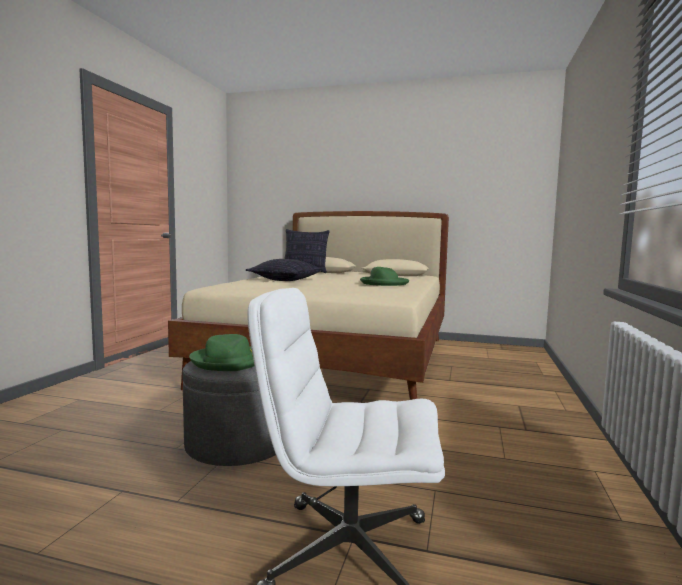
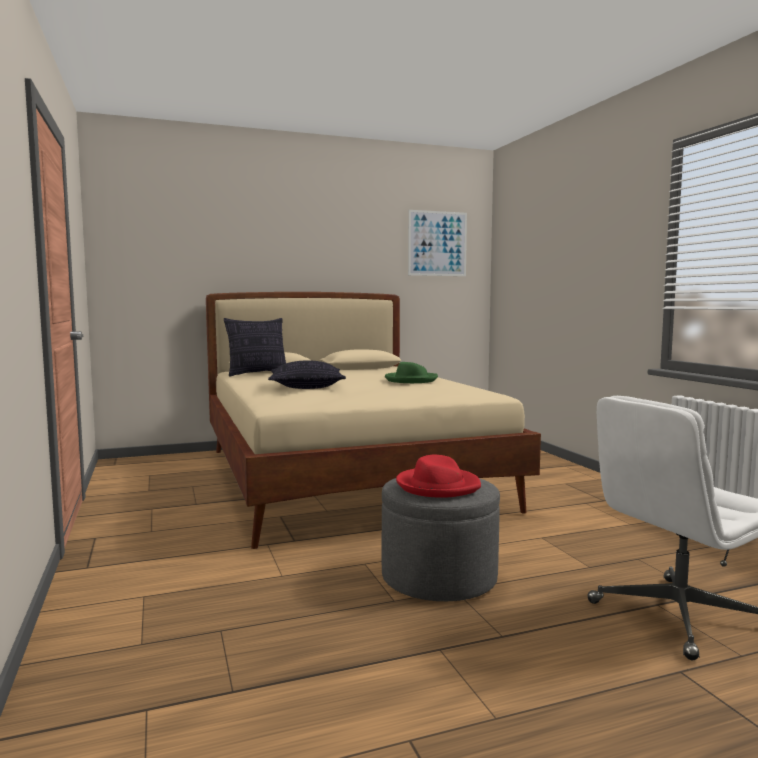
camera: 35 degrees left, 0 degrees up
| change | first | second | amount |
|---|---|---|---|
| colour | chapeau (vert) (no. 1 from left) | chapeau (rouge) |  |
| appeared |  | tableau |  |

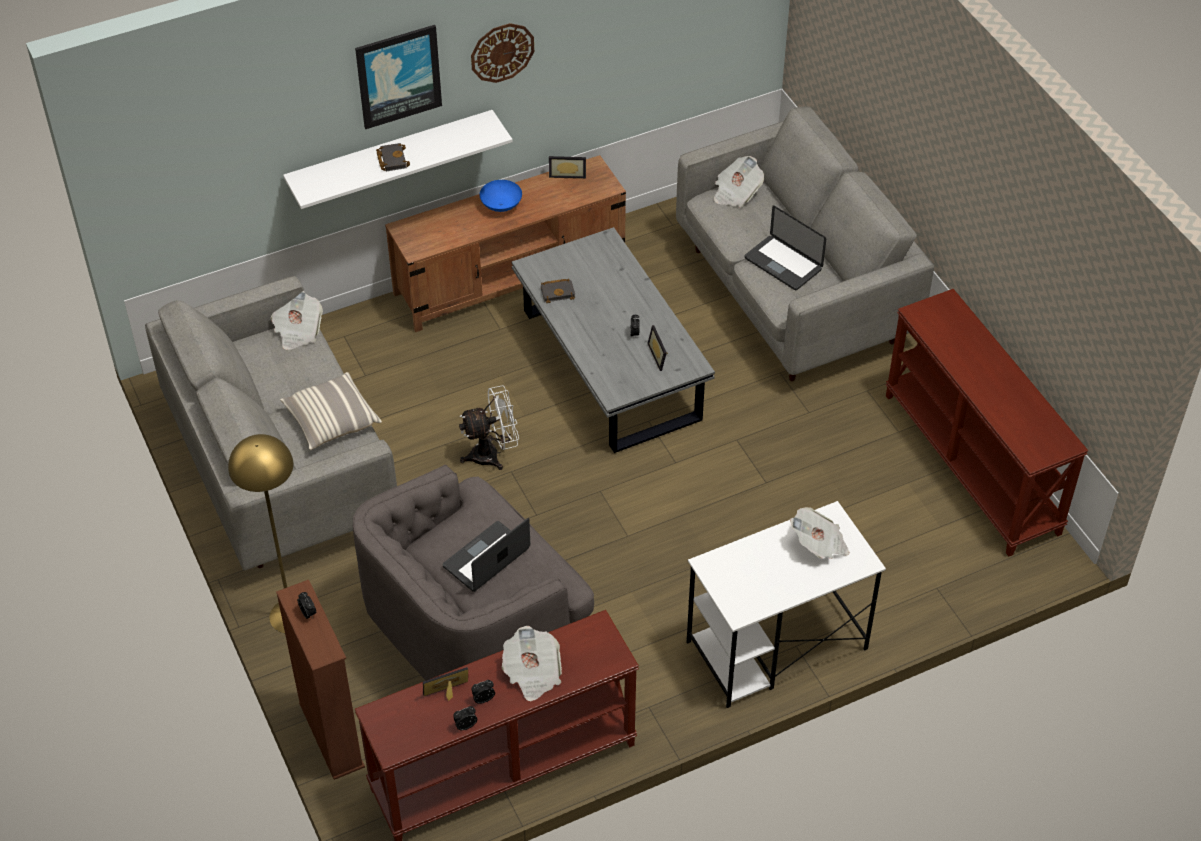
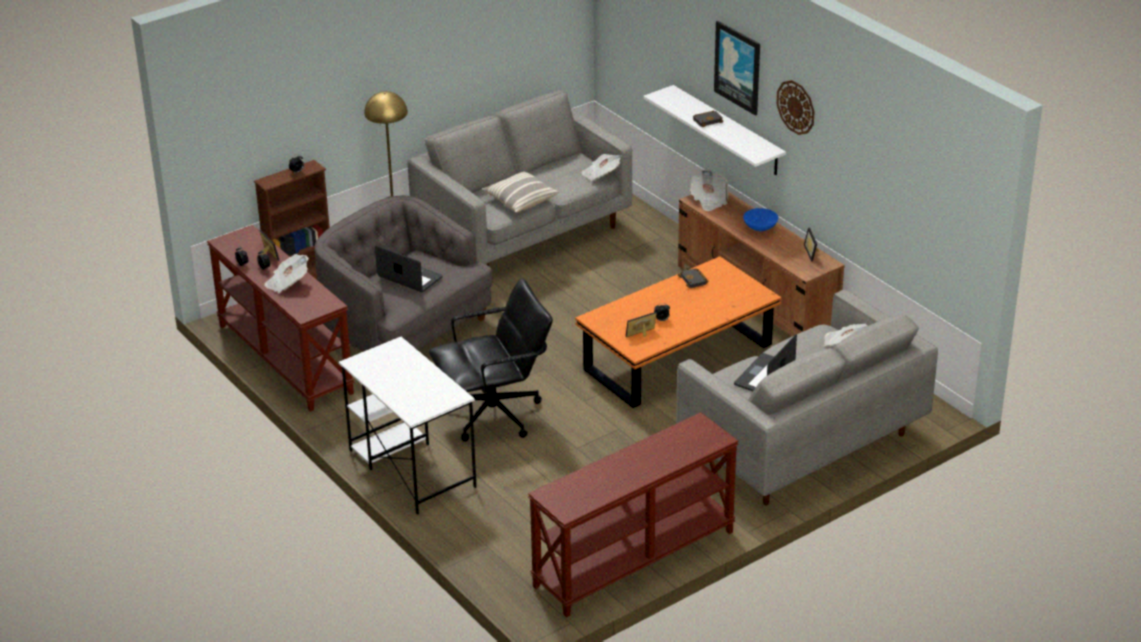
camera: 80 degrees right, 15 degrees down
| change | first | second | amount |
|---|---|---|---|
| colour | table basse (gris) | table basse (orange) |  |
| missing | ventilateur (blanc) |  |  |
| relocated | journal (no. 4 from left in the first image) | journal (no. 3 from left) |  |
| appeared |  | chaise de bureau (noir) |  |

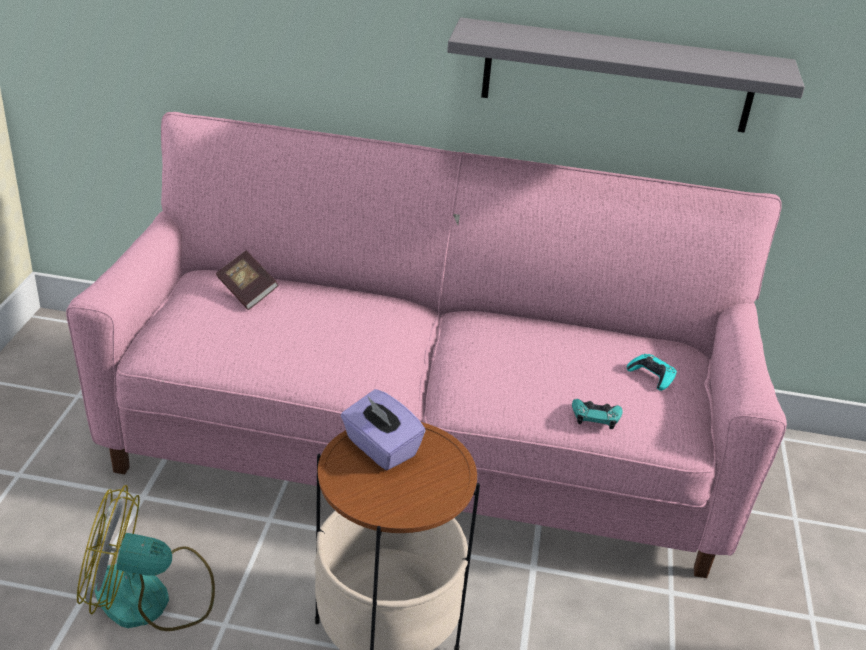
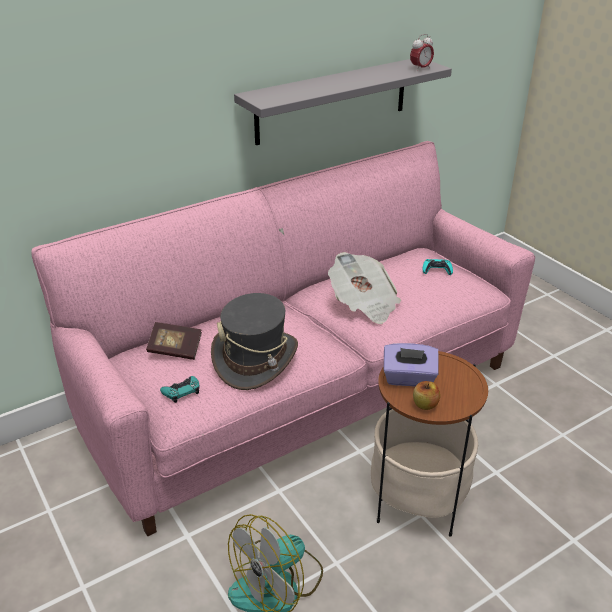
camera: 40 degrees left, 0 degrees up
| change | first | second | amount |
|---|---|---|---|
| relocated | manette (turquoise) (no. 1 from left) |  |  |
| appeared |  | réveil |  |
| appeared |  | journal |  |
| appeared |  | chapeau (gris) |  |
| appeared |  | pomme |  |

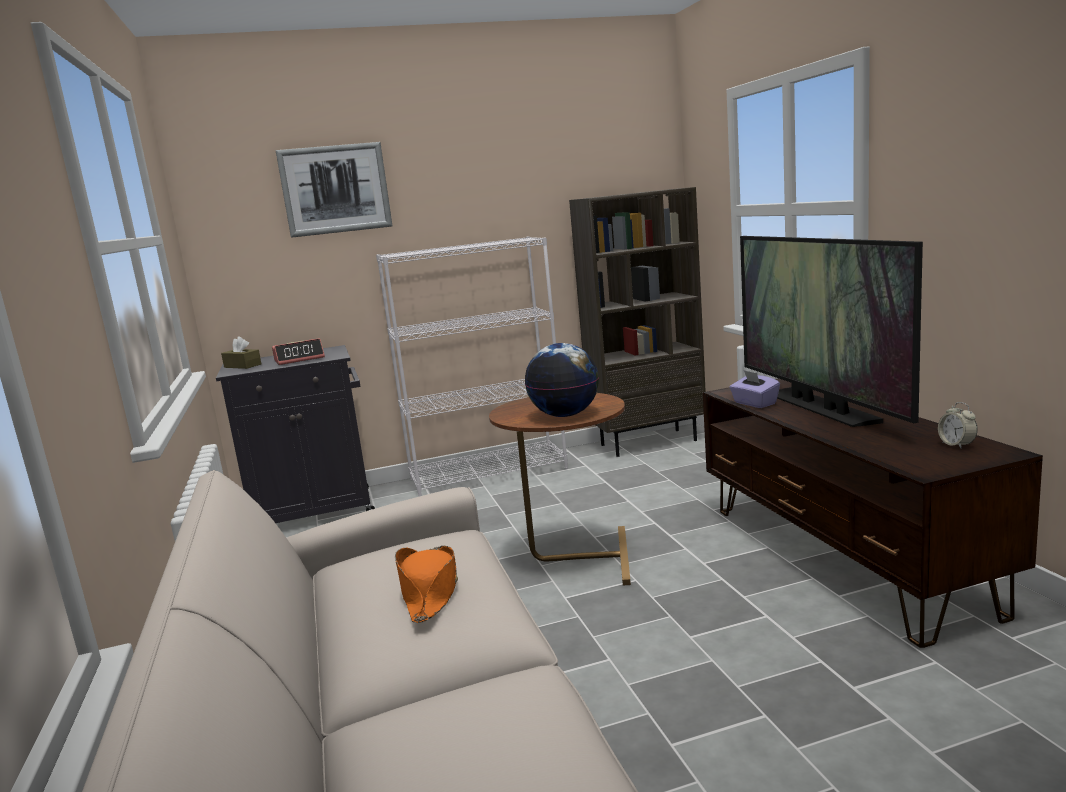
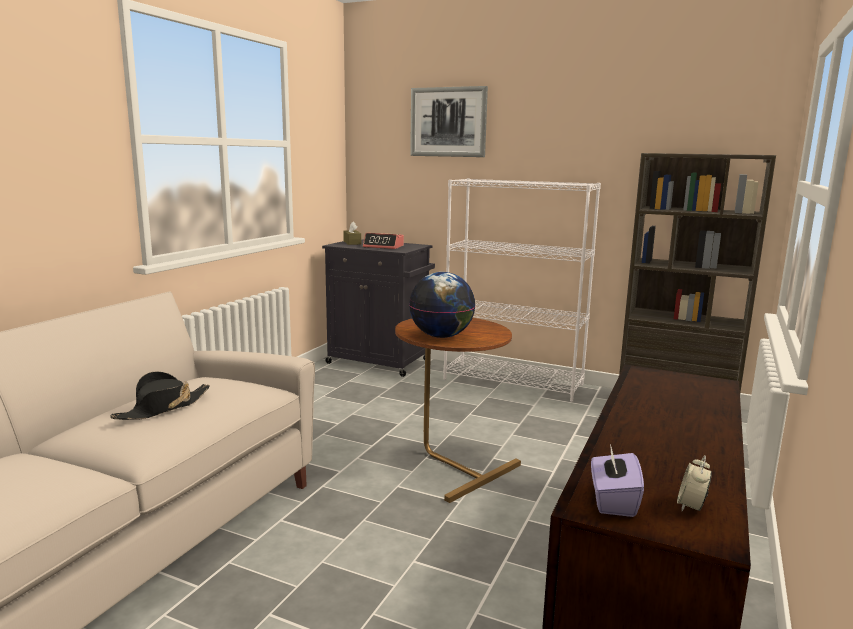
camera: 40 degrees right, 0 degrees up
| change | first | second | amount |
|---|---|---|---|
| missing | téléviseur |  |  |
| relocated | boîte à mouchoirs (violet) |  |  |
| colour | chapeau (orange) | chapeau (noir) |  |

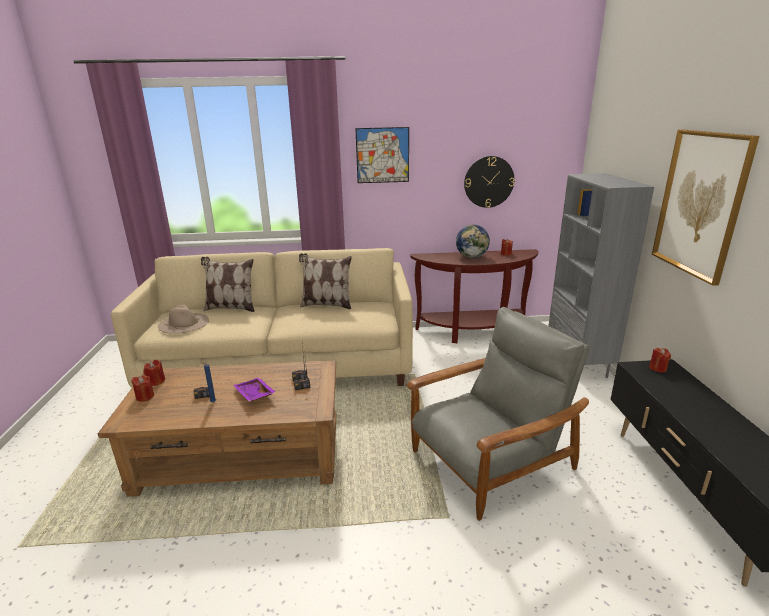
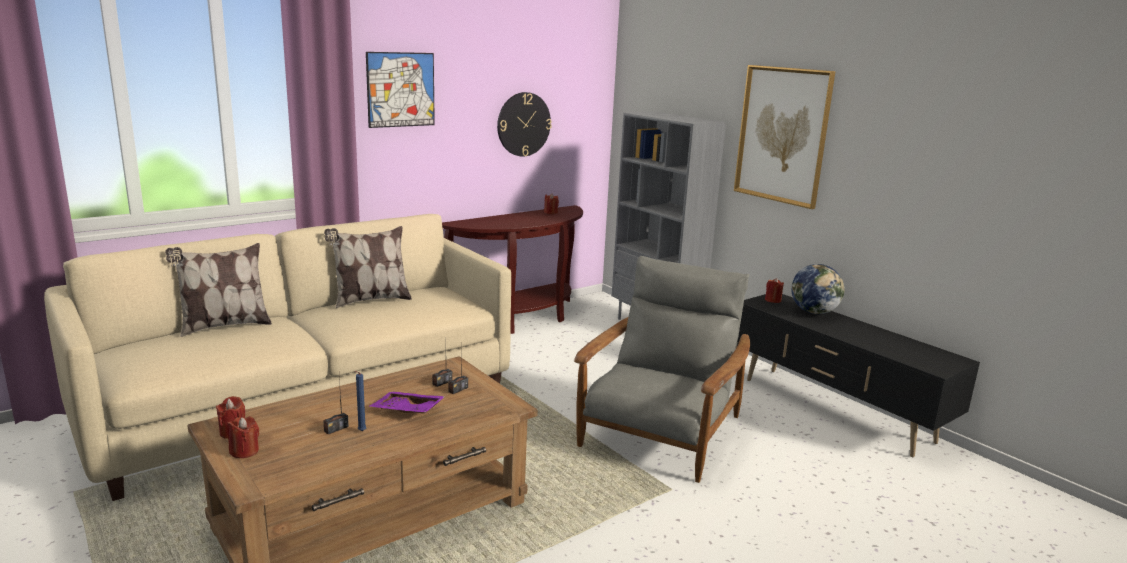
camera: 35 degrees left, 5 degrees down
| change | first | second | amount |
|---|---|---|---|
| relocated | globe |  |  |
| missing | chapeau (beige) |  |  |

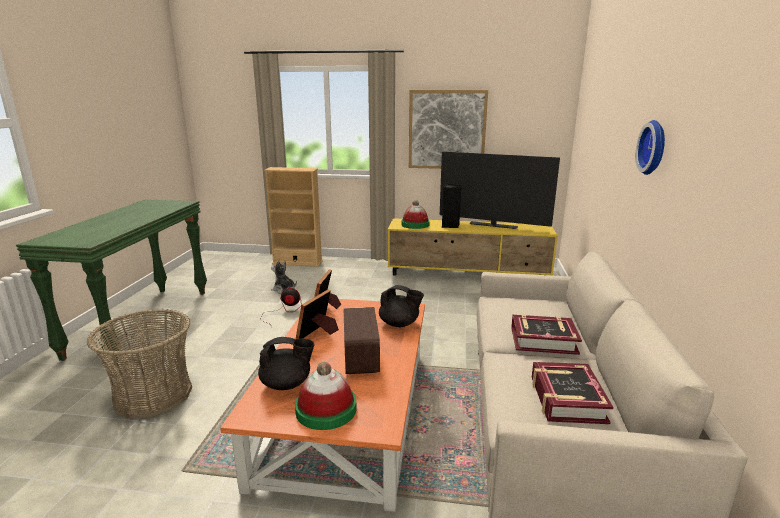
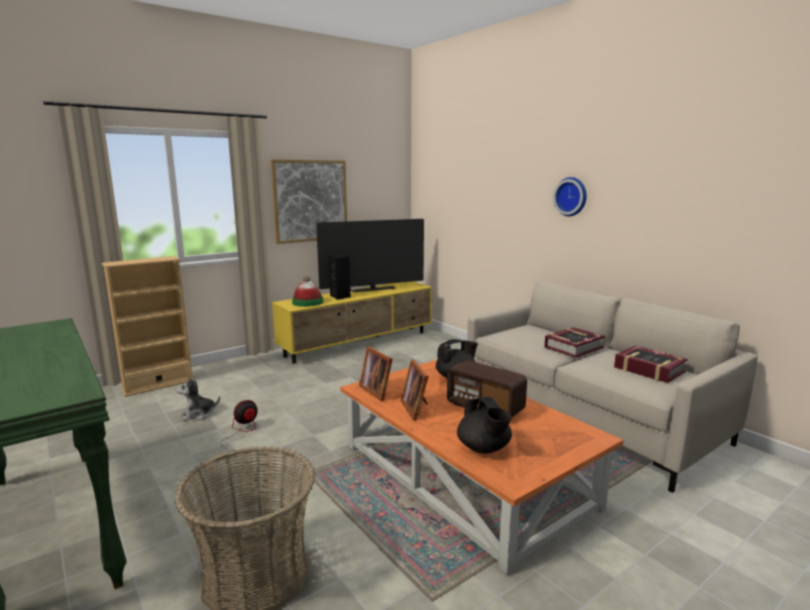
camera: 45 degrees left, 5 degrees down
| change | first | second | amount |
|---|---|---|---|
| spun | théière (noir) (no. 1 from left in the first image) | théière (noir) (no. 2 from left) | 120 degrees clockwise |
| missing | chapeau (no. 1 from left) |  |  |

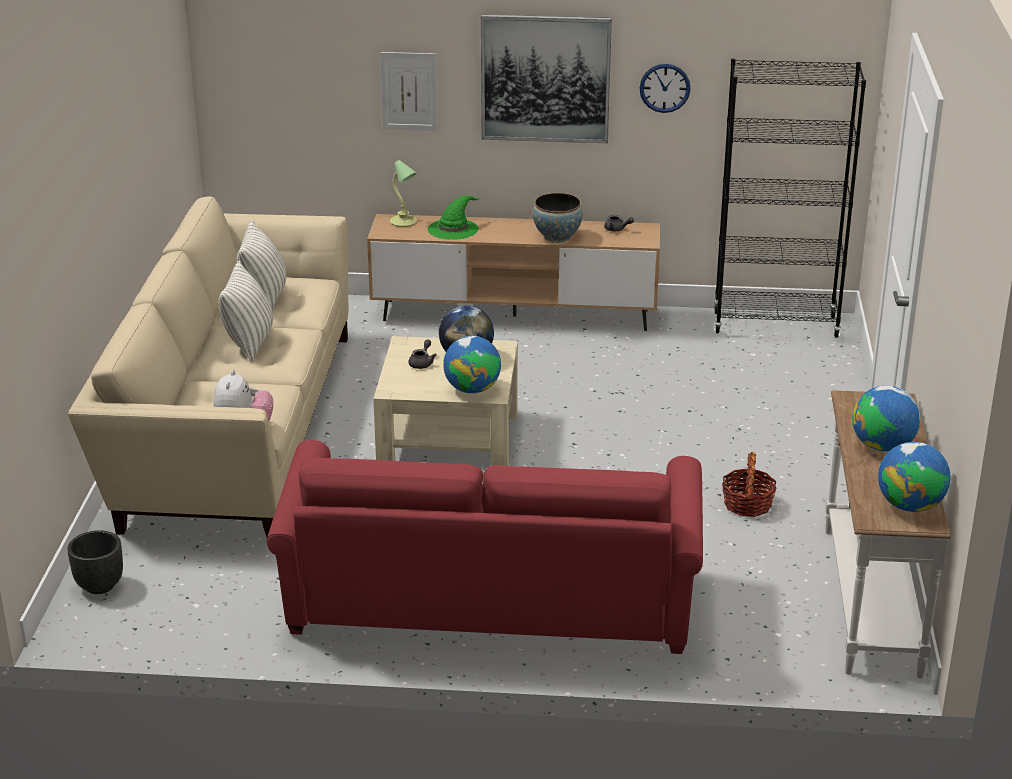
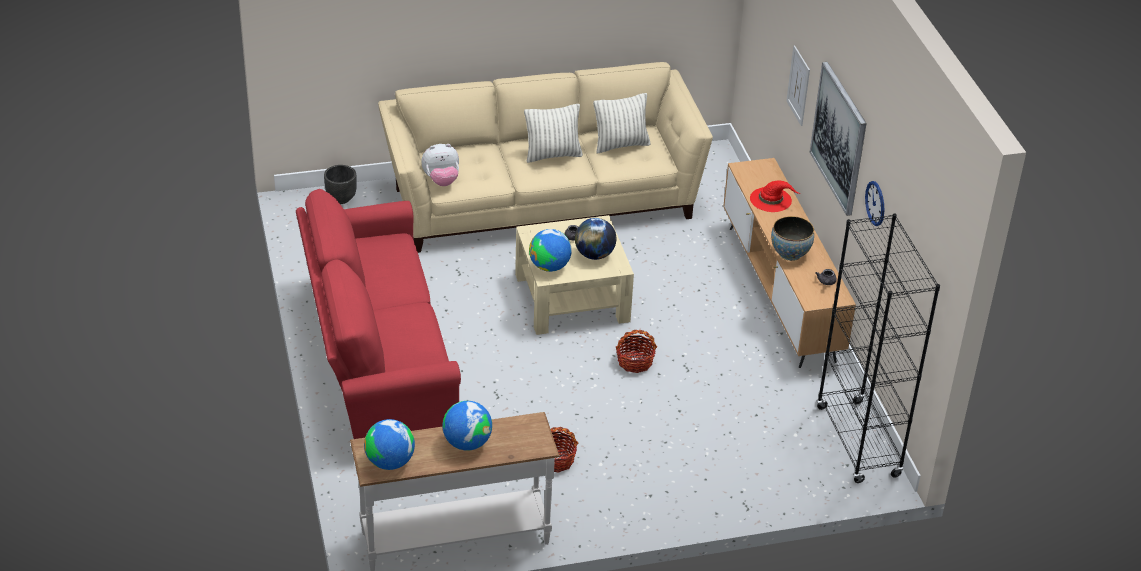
camera: 70 degrees right, 10 degrees up
| change | first | second | amount |
|---|---|---|---|
| missing | lampe de table |  |  |
| colour | chapeau (vert) | chapeau (rouge) |  |
| appeared |  | panier (no. 2 from left) |  |

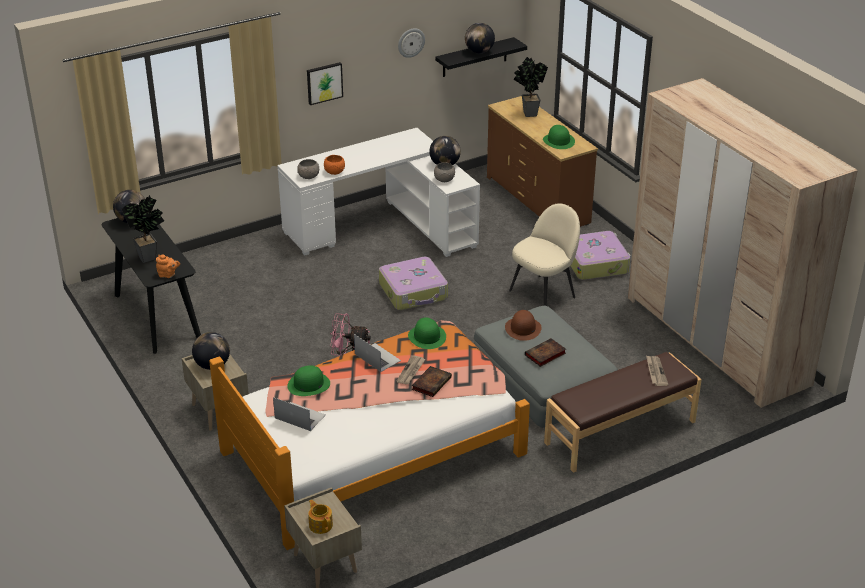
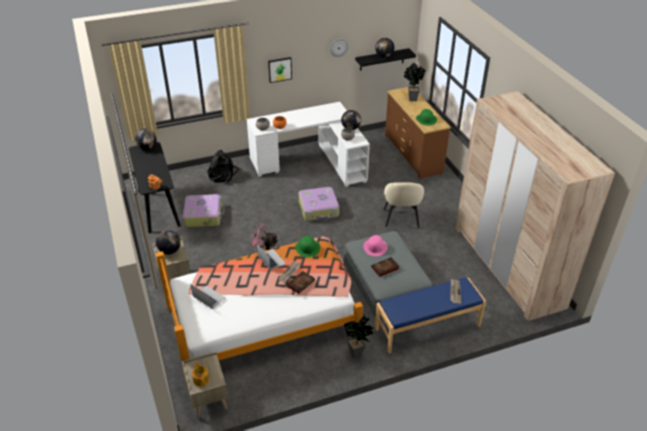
camera: 10 degrees right, 5 degrees up
| change | first | second | amount |
|---|---|---|---|
| relocated | plante en pot (no. 1 from left) |  |  |
| spun | chaise (beige) |  | 120 degrees clockwise |
| relocated | valise (no. 2 from left in the first image) | valise (no. 1 from left) |  |
| colour | chapeau (marron) | chapeau (rose) |  |
| colour | banc (marron) | banc (bleu) |  |
| missing | chapeau (vert) (no. 1 from left) |  |  |
| appeared |  | sac à dos (noir) |  |

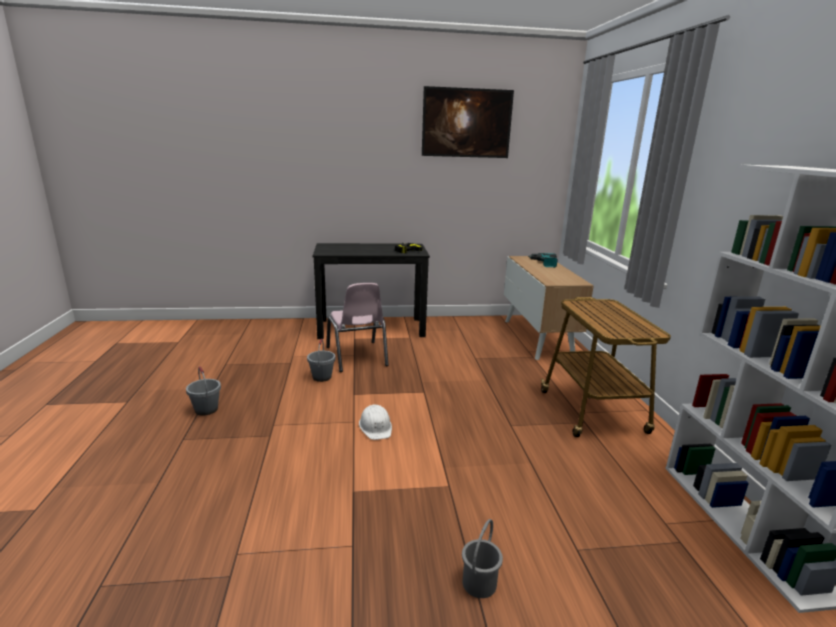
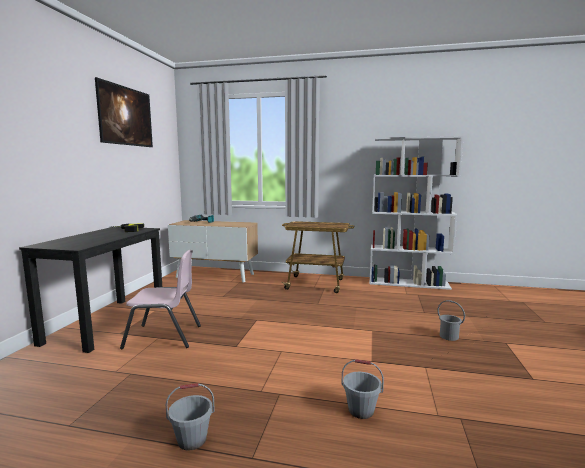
camera: 70 degrees left, 10 degrees down
| change | first | second | amount |
|---|---|---|---|
| relocated | seau (gris) (no. 2 from left) |  |  |
| missing | casque de chantier (blanc) |  |  |

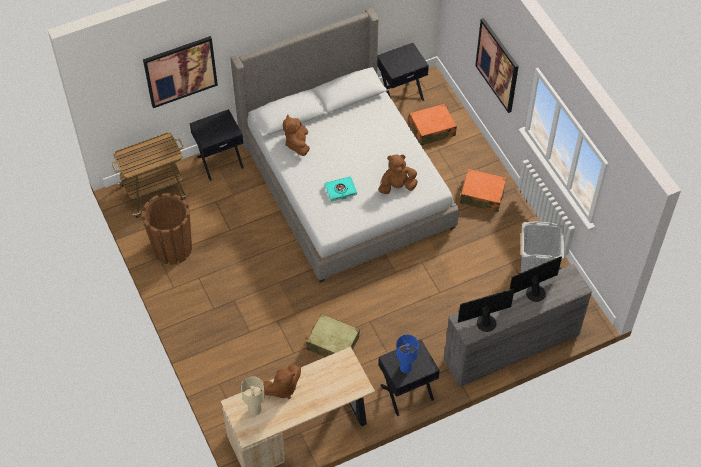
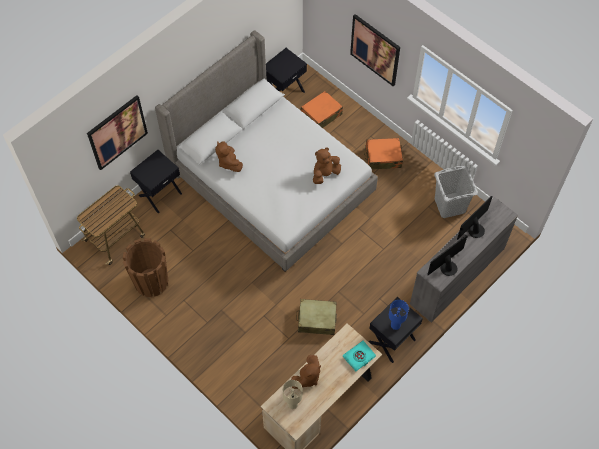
camera: 20 degrees left, 5 degrees up
| change | first | second | amount |
|---|---|---|---|
| relocated | livre (turquoise) |  |  |

